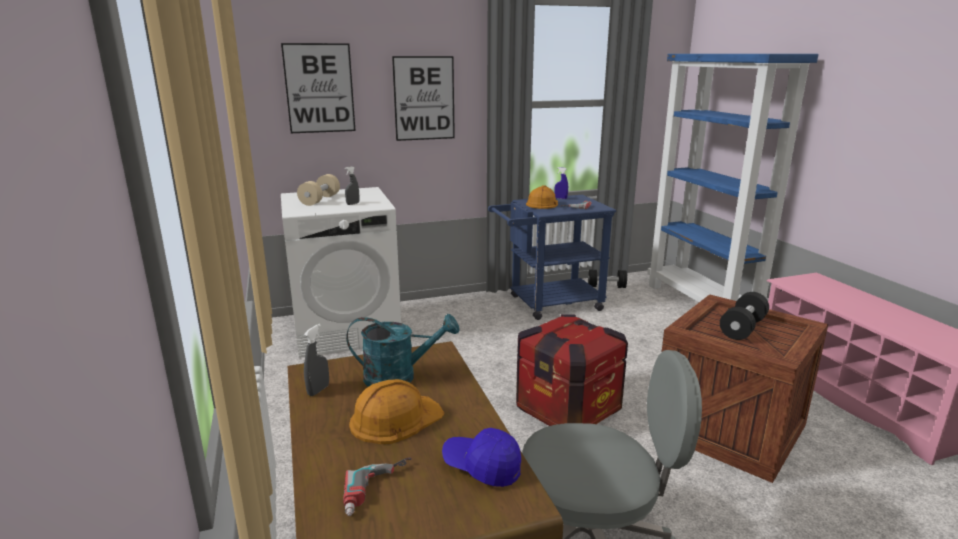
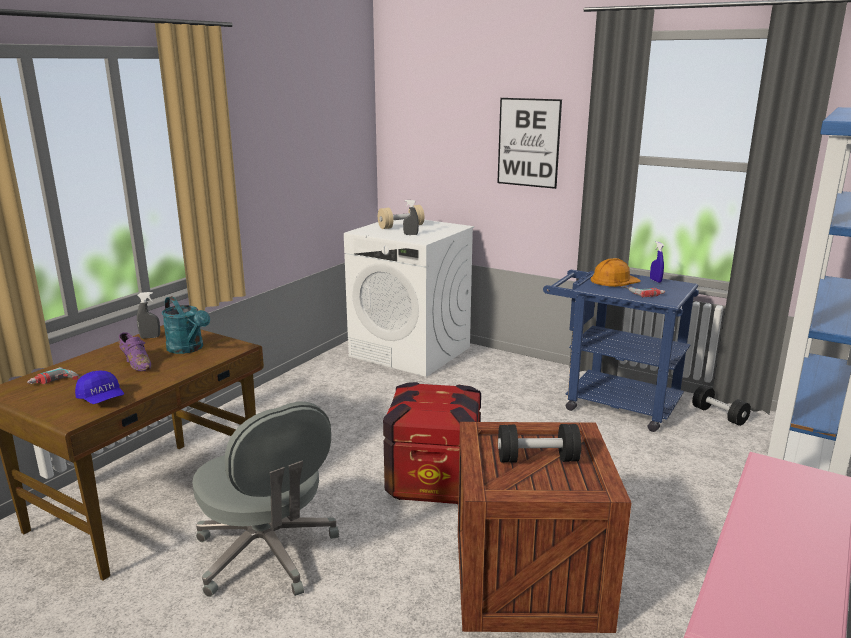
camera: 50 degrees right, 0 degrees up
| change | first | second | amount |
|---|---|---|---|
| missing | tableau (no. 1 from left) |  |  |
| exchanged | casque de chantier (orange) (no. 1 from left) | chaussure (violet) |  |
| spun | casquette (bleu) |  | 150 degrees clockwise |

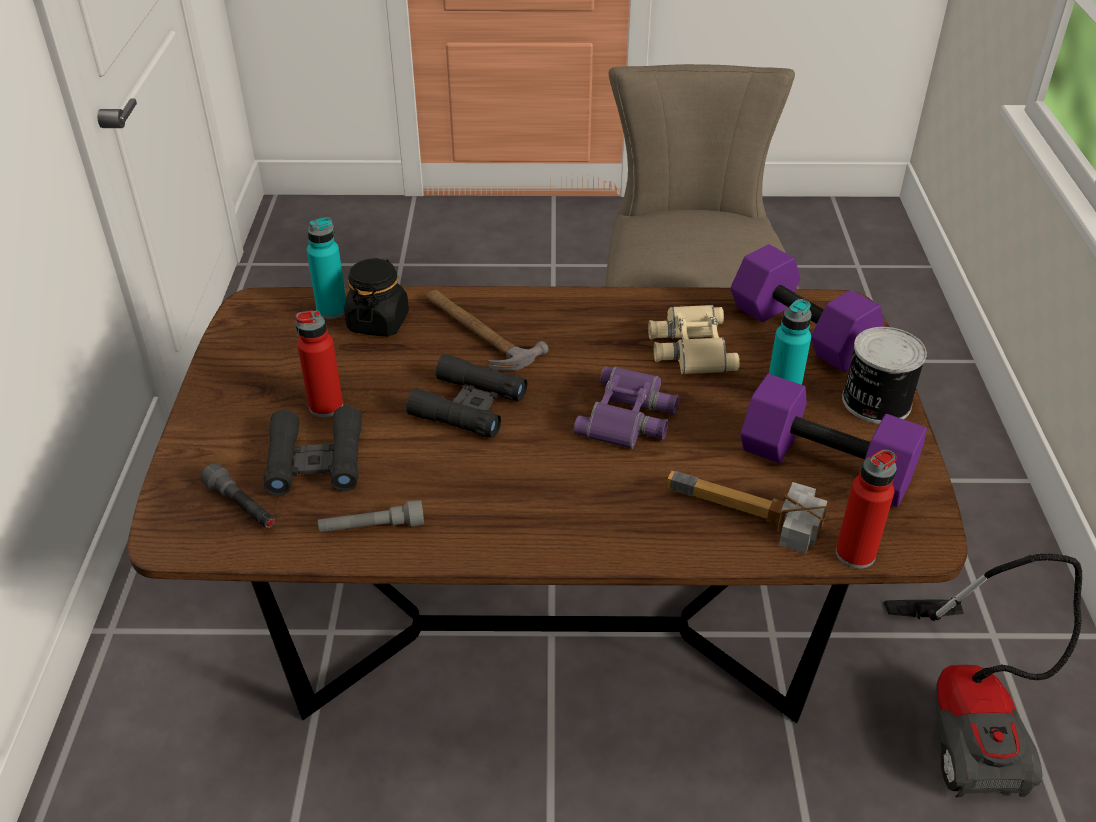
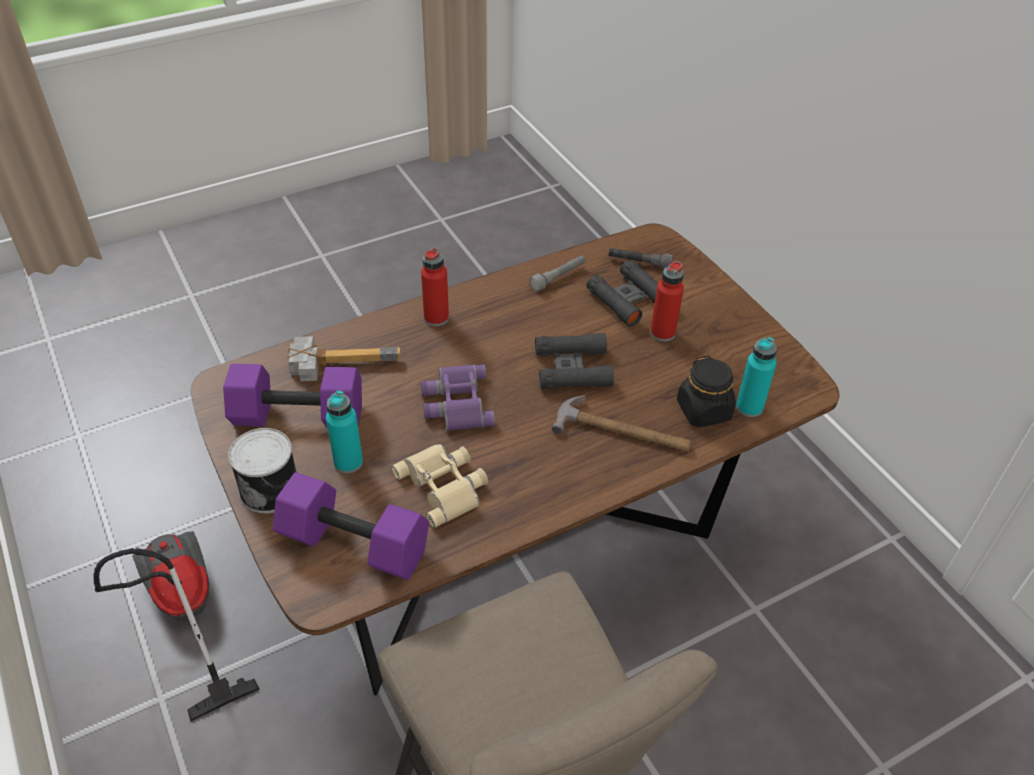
camera: 150 degrees right, 5 degrees up
| change | first | second | amount |
|---|---|---|---|
| relocated | bouteille (rouge) (no. 2 from left in the first image) | bouteille (rouge) (no. 1 from left) |  |

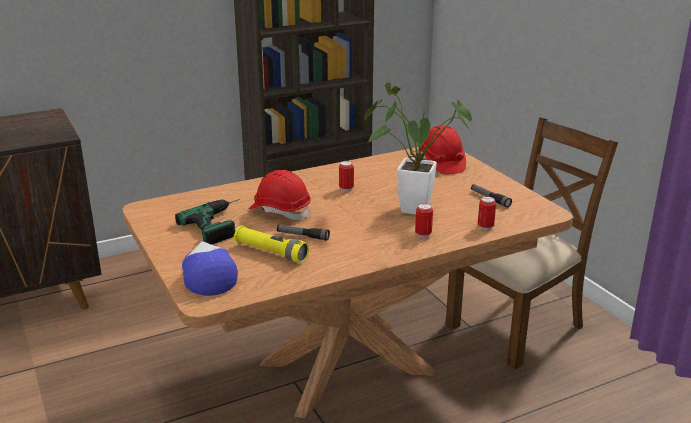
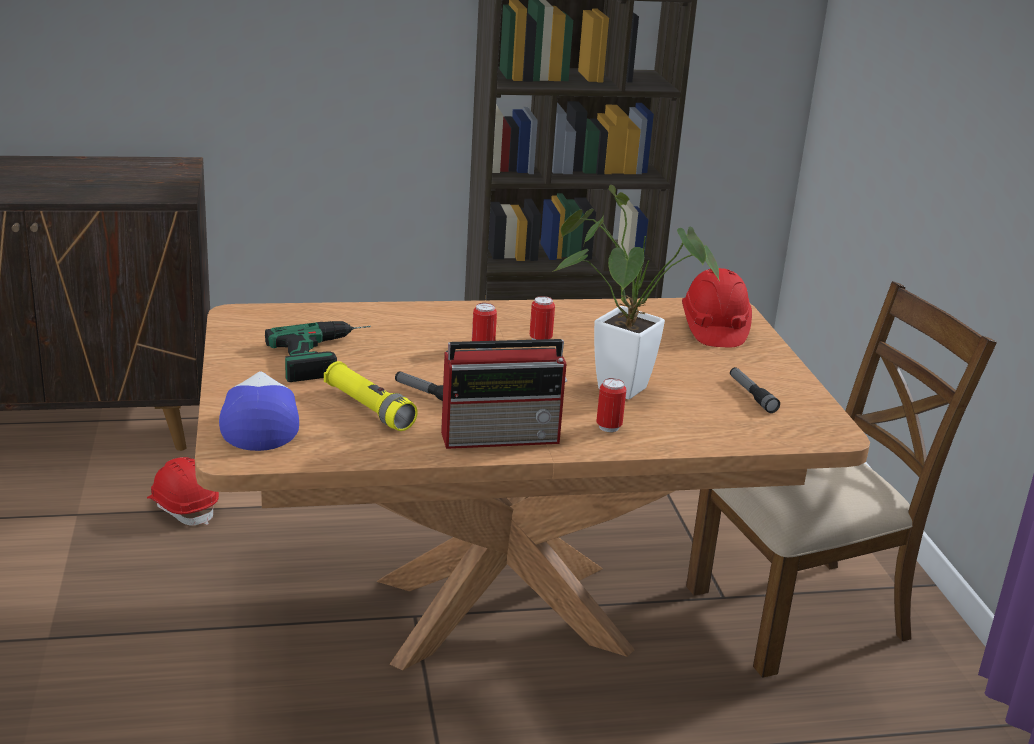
camera: 15 degrees right, 0 degrees up
| change | first | second | amount |
|---|---|---|---|
| relocated | casque de chantier (rouge) (no. 1 from left) |  |  |
| relocated | boîte métallique (no. 3 from left in the first image) | boîte métallique (no. 1 from left) |  |
| appeared |  | radio |  |

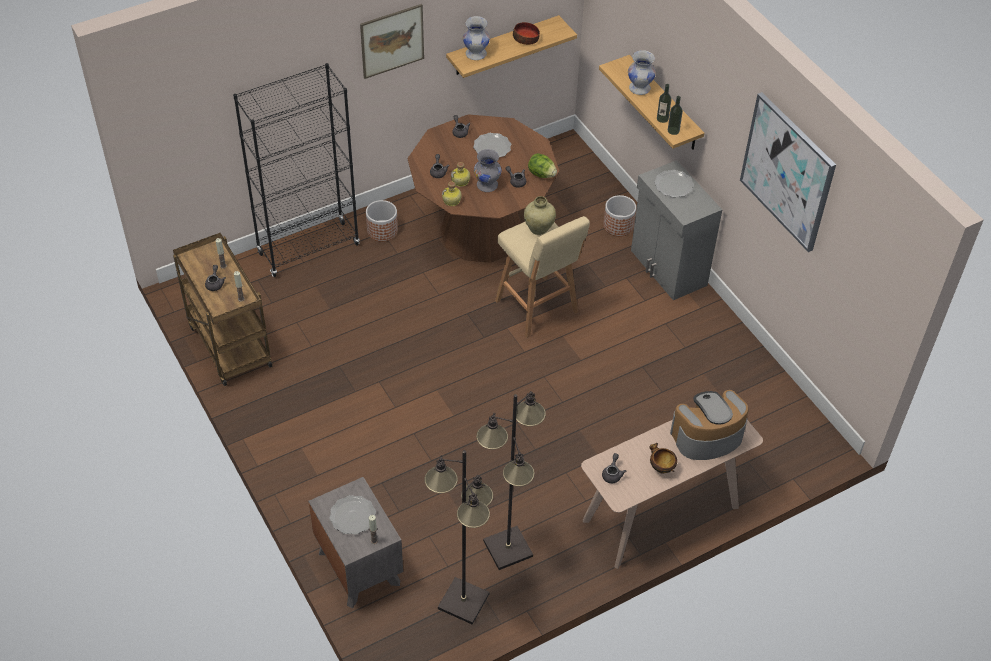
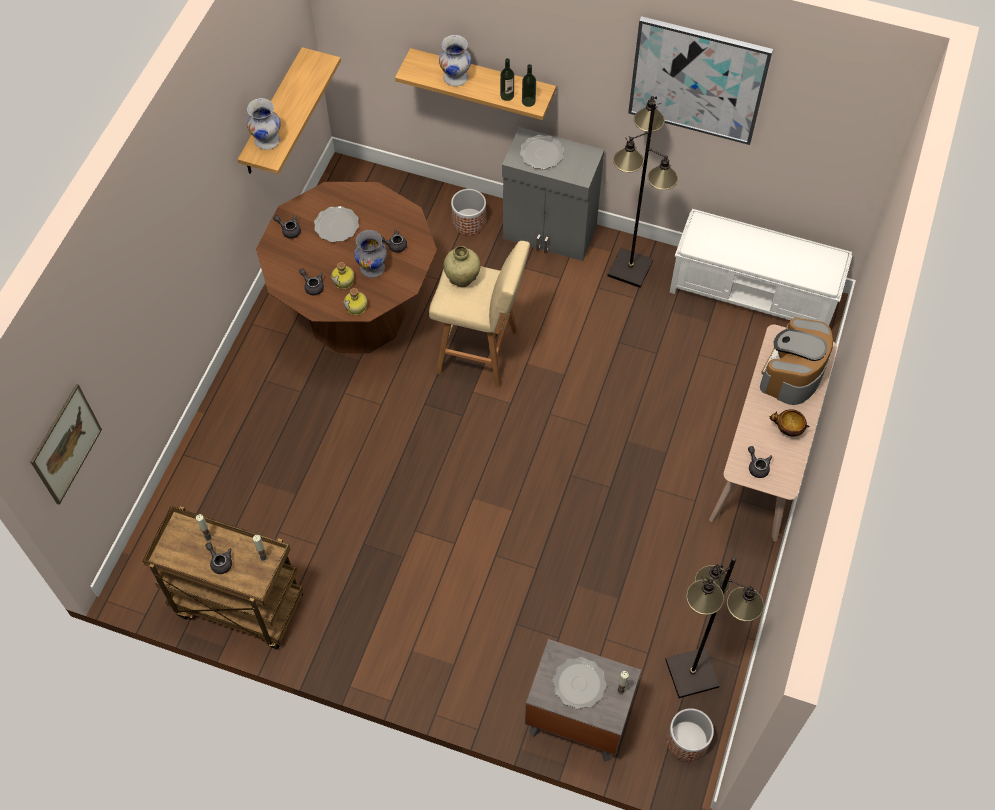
camera: 40 degrees left, 10 degrees up
| change | first | second | amount |
|---|---|---|---|
| relocated | tableau (no. 1 from left) |  |  |
| missing | bol (no. 1 from left) |  |  |
| missing | bibliothèque (noir) |  |  |
| missing | laitue |  |  |
| relocated | cache-pot (no. 1 from left in the first image) | cache-pot (no. 2 from left) |  |
| relocated | lampadaire (noir) (no. 2 from left in the first image) | lampadaire (noir) (no. 1 from left) |  |
| appeared |  | banc (blanc) |  |

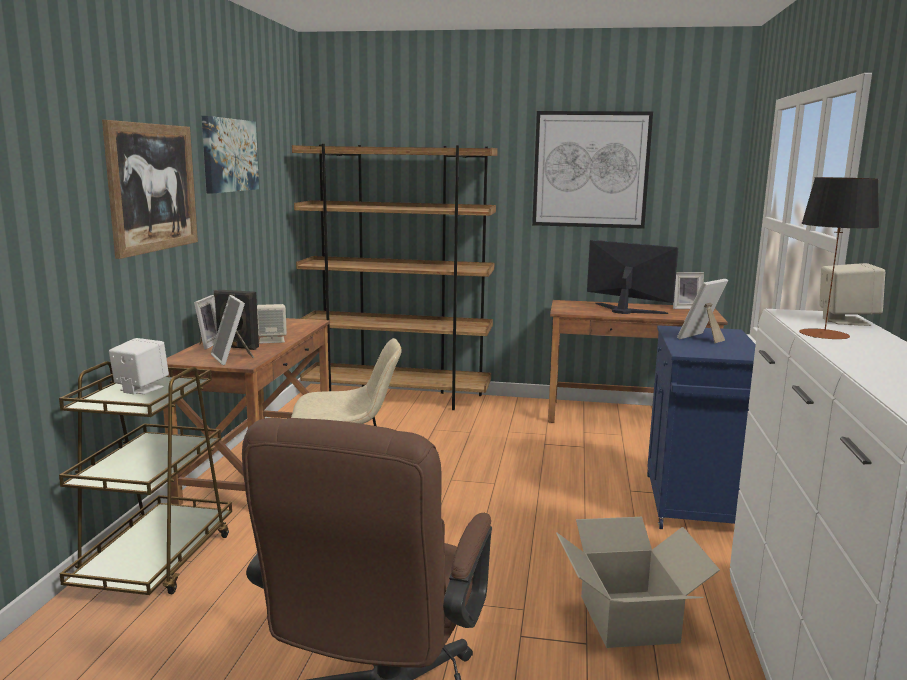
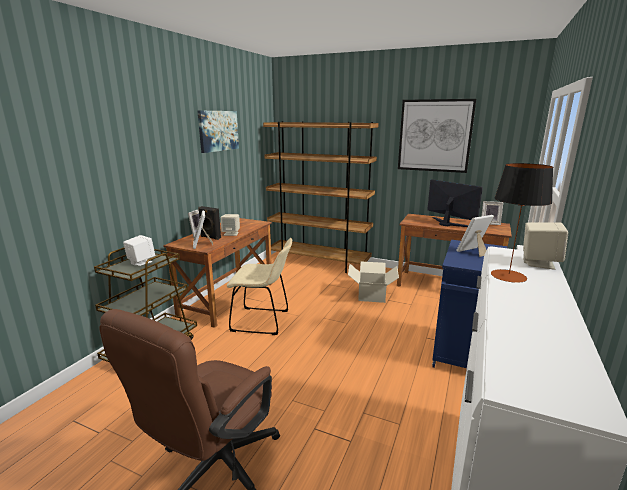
camera: 15 degrees right, 5 degrees up
| change | first | second | amount |
|---|---|---|---|
| missing | tableau (no. 1 from left) |  |  |
| relocated | carton |  |  |

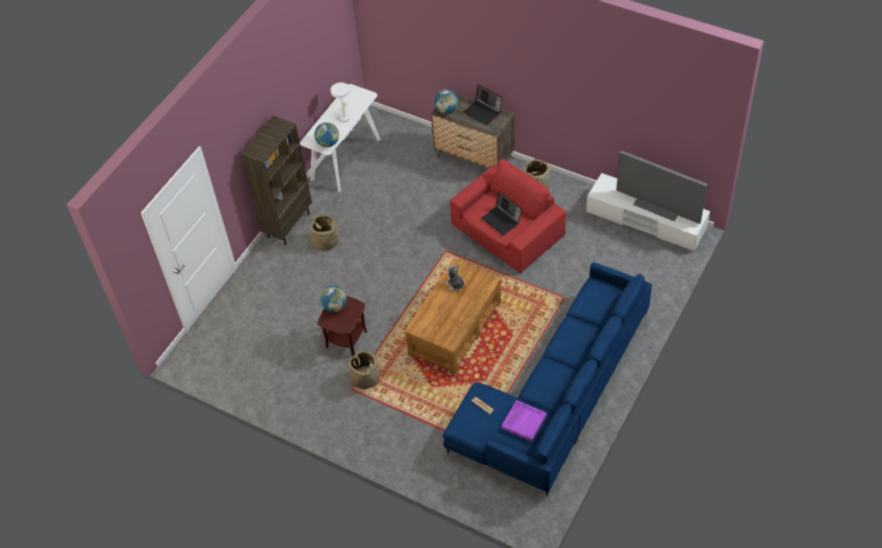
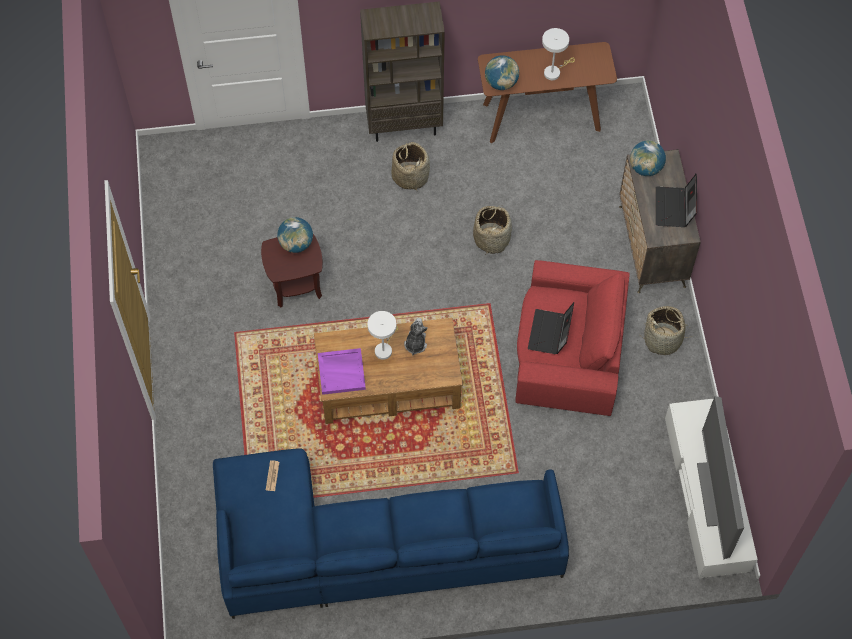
camera: 50 degrees right, 10 degrees up
| change | first | second | amount |
|---|---|---|---|
| colour | table console (blanc) | table console (marron) |  |
| relocated | panier (no. 2 from left) |  |  |
| relocated | plateau (violet) |  |  |
| appeared |  | lampe de table (blanc) (no. 1 from left) |  |

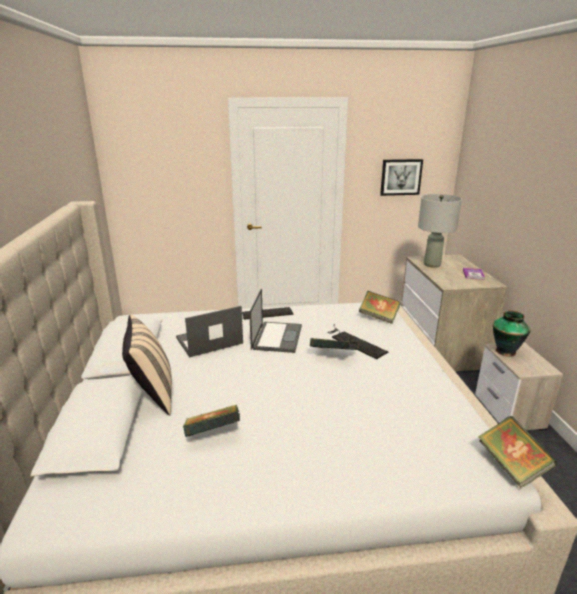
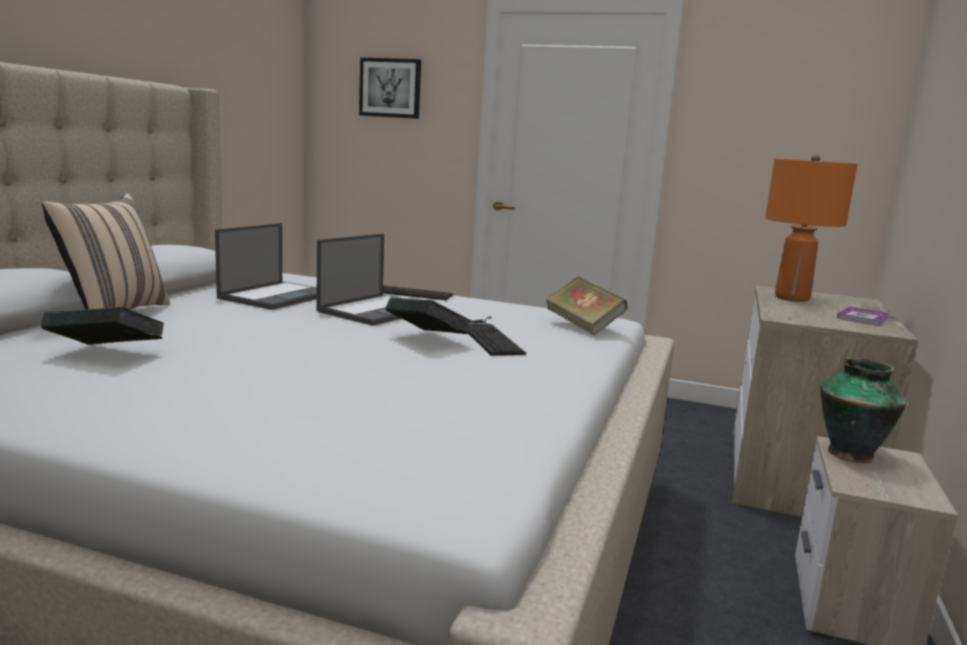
camera: 25 degrees right, 10 degrees down
| change | first | second | amount |
|---|---|---|---|
| relocated | tableau |  |  |
| colour | lampe de table (gris) | lampe de table (orange) |  |
| spun | ordinateur portable (no. 1 from left) |  | 120 degrees clockwise |
| missing | livre (no. 5 from left) |  |  |

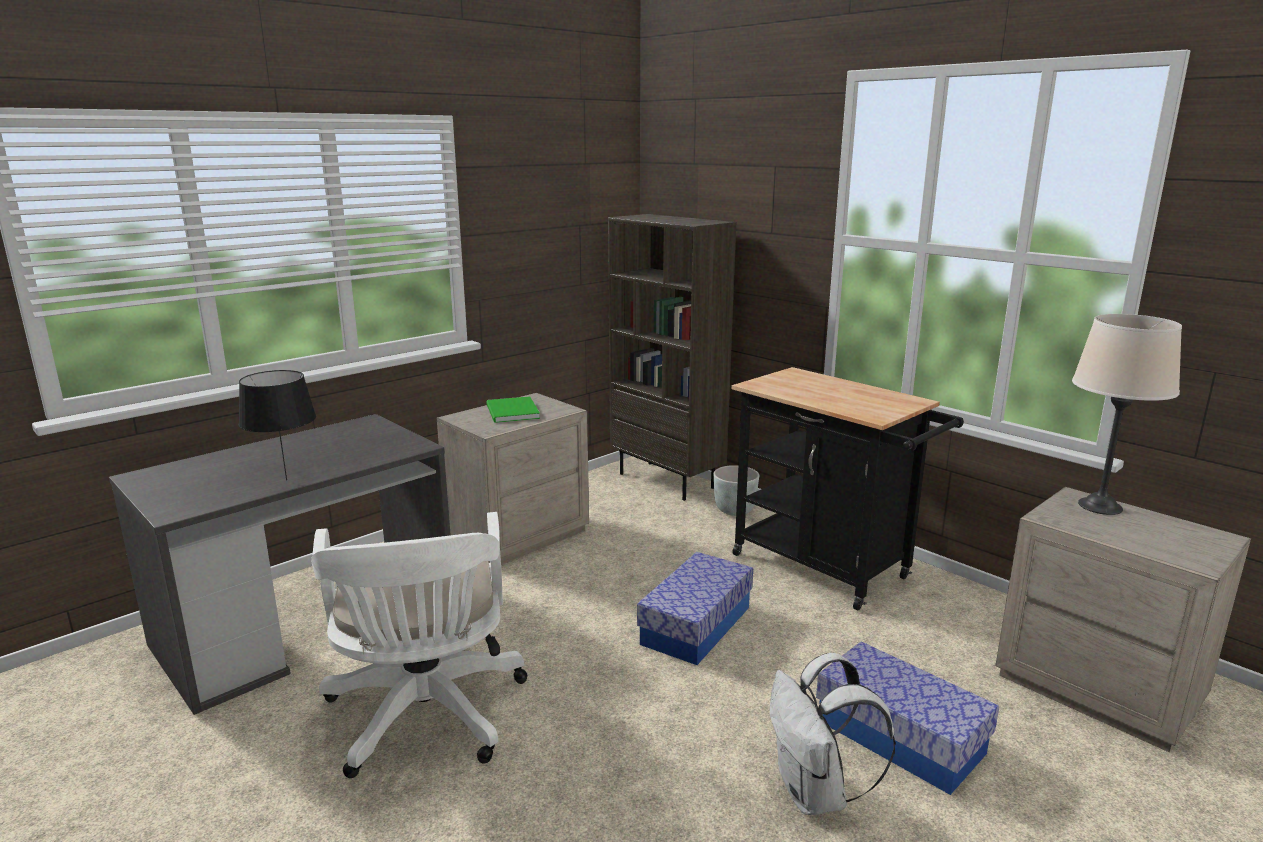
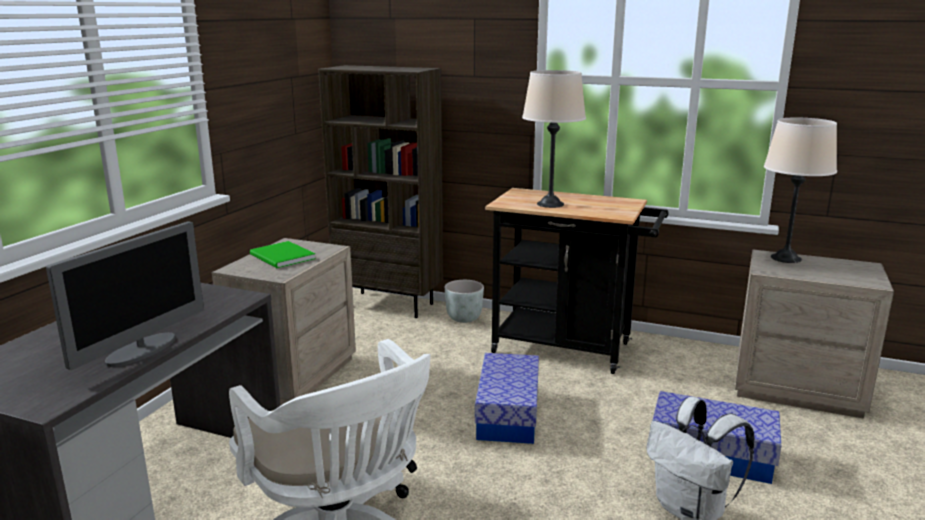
camera: 25 degrees left, 0 degrees up
| change | first | second | amount |
|---|---|---|---|
| exchanged | lampe de table (noir) | écran d'ordinateur |  |
| appeared |  | lampe de table (beige) (no. 1 from left) |  |

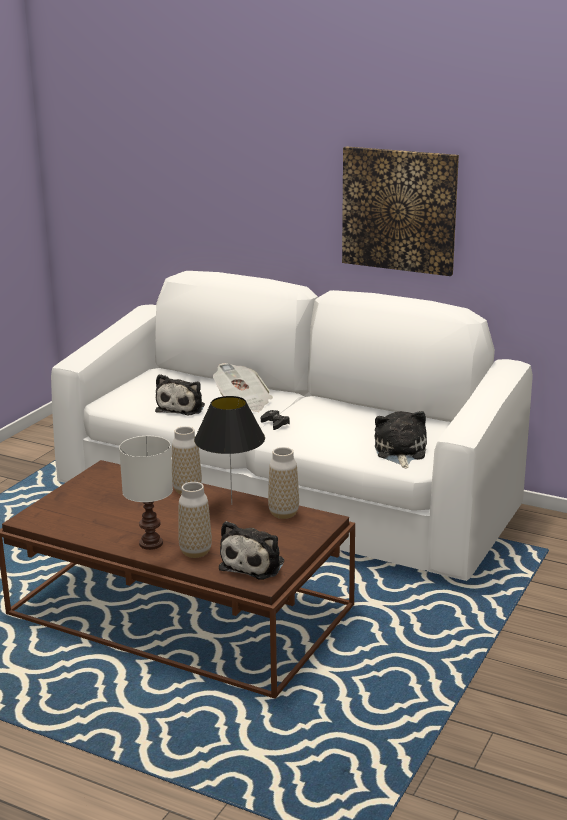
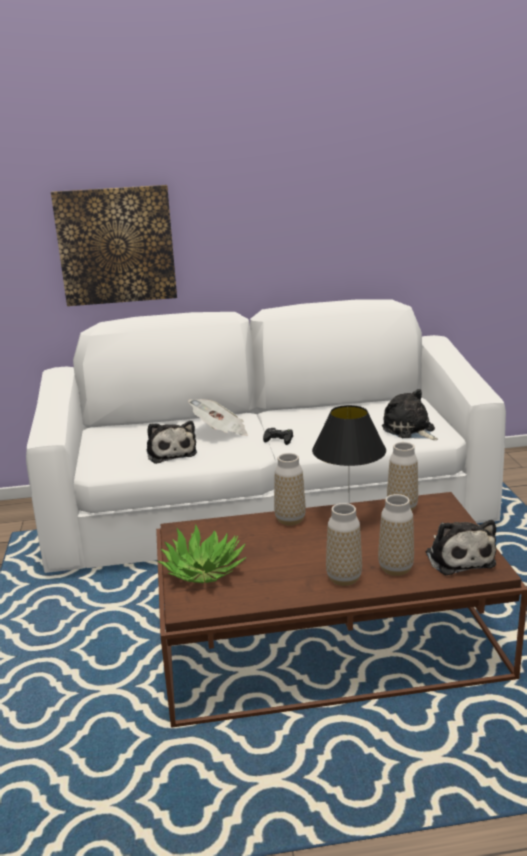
camera: 35 degrees left, 0 degrees up
| change | first | second | amount |
|---|---|---|---|
| relocated | tableau |  |  |
| exchanged | lampe de table (blanc) | vase (no. 2 from left) |  |
| appeared |  | plante en pot |  |

